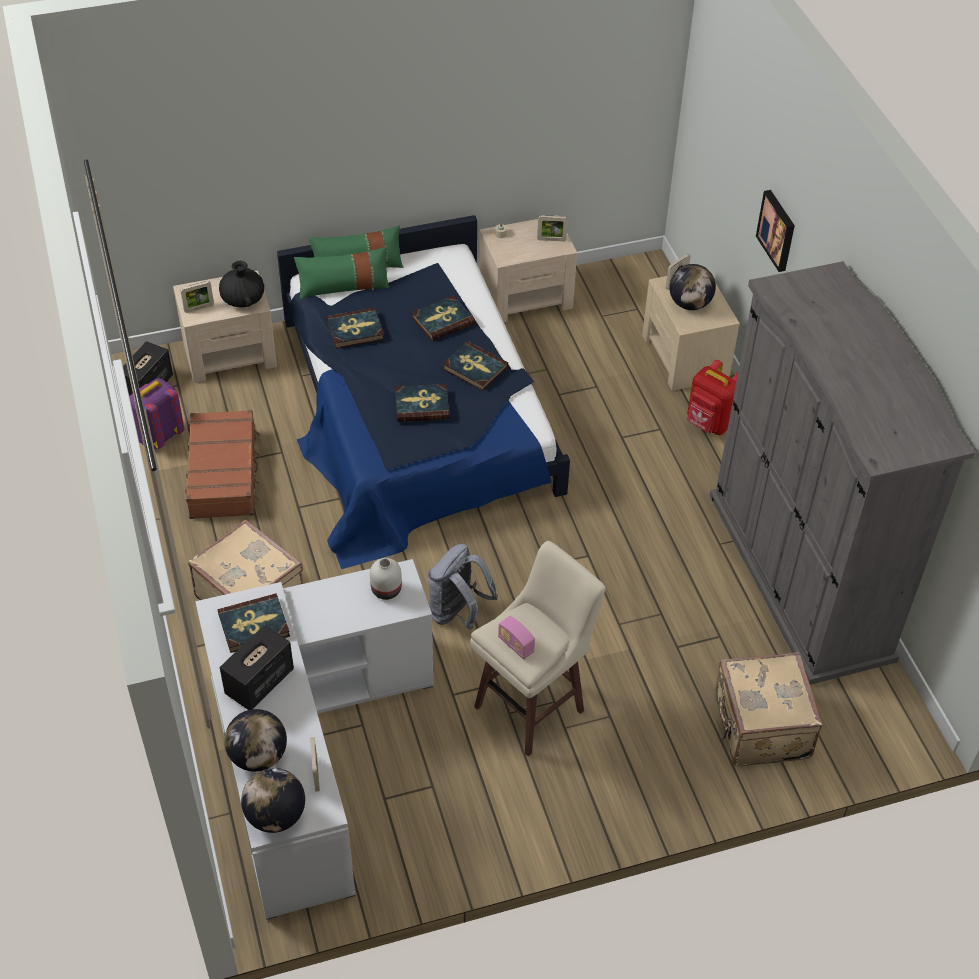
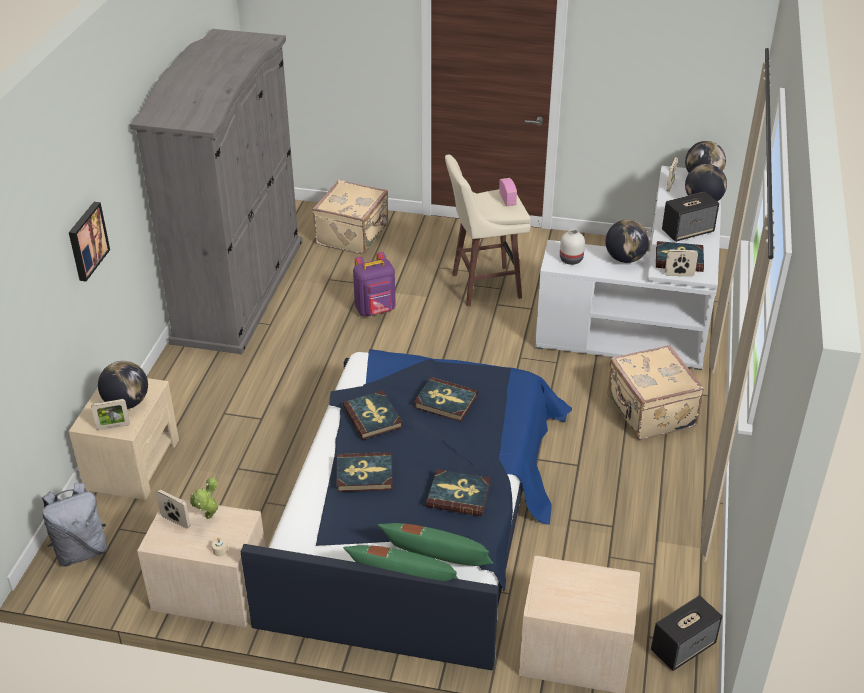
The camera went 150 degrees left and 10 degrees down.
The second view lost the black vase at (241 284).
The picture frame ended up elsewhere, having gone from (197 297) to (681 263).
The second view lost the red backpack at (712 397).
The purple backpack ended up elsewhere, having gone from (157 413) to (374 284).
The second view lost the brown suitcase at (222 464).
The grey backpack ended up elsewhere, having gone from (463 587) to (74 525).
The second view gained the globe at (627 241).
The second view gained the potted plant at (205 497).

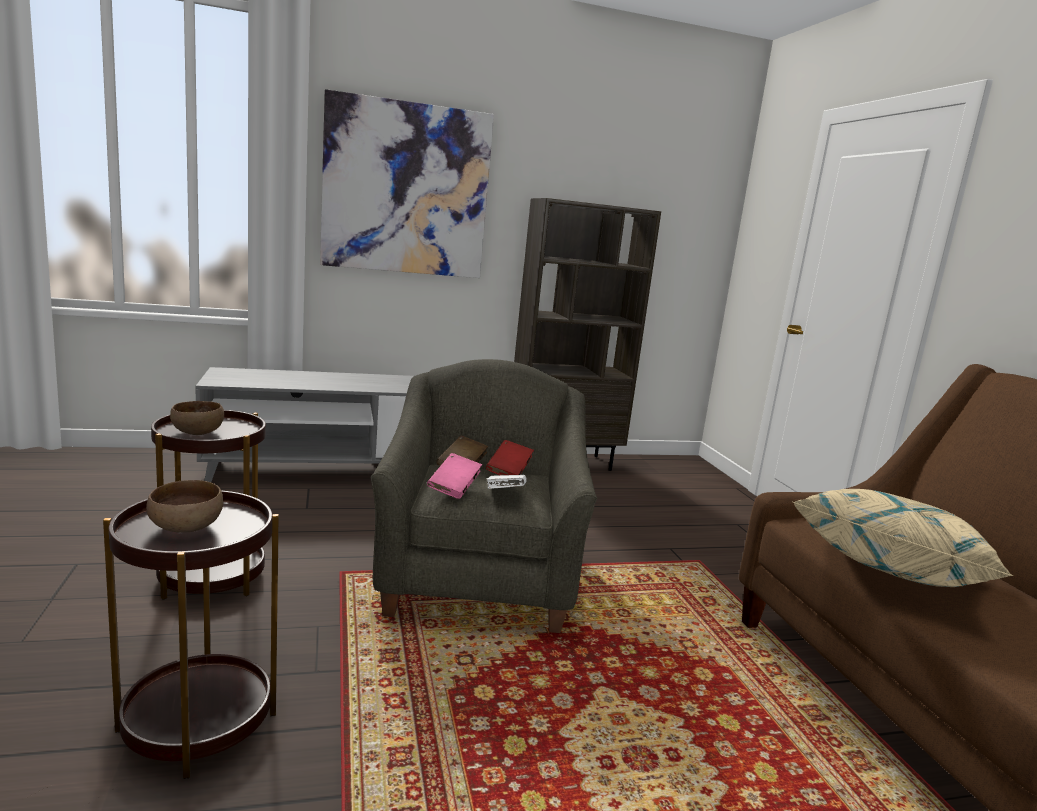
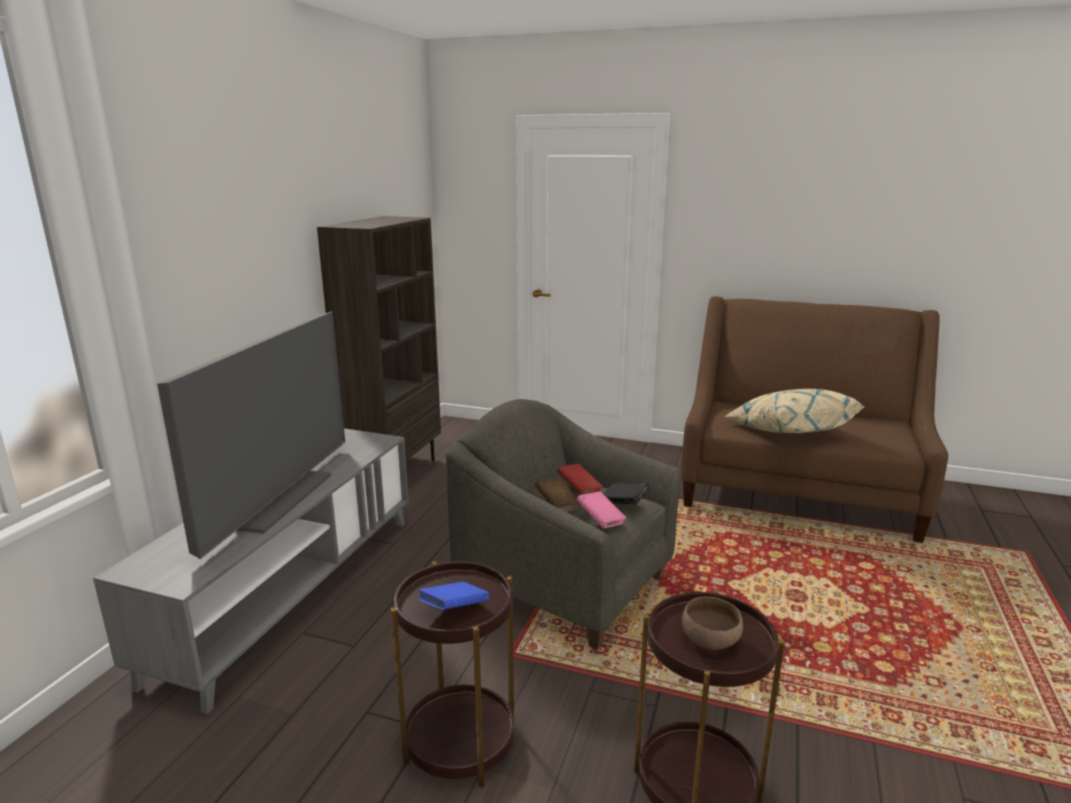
The camera went 55 degrees left and 5 degrees up.
The second view lost the picture at (407 183).
Where the brown bowl stood at (197 418), the blue book came to stand at (453 596).
What was the white book at (506 482) turned into the black book at (626 493).
The second view gained the television at (251 435).

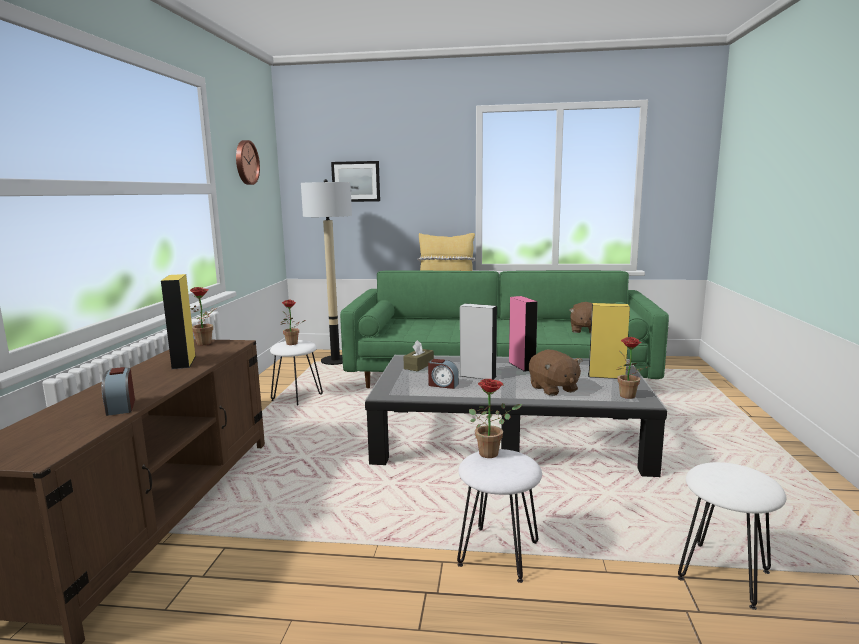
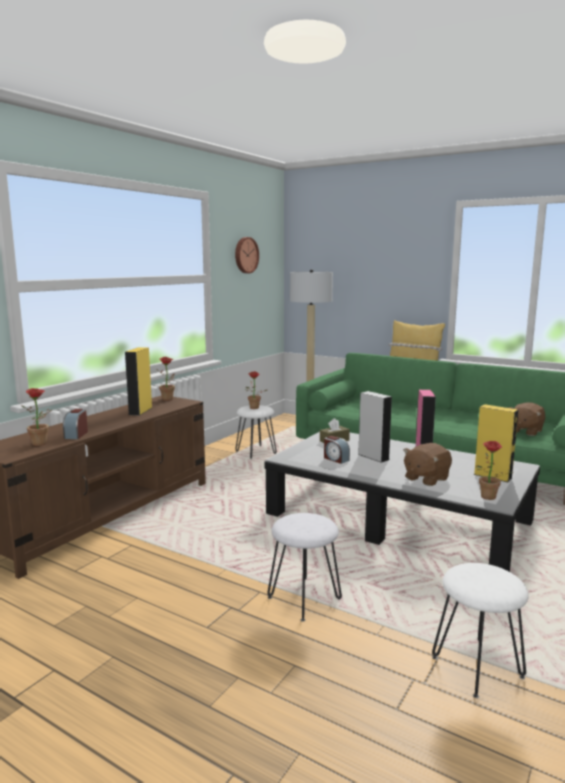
The camera went 25 degrees right and 0 degrees up.
The second view lost the picture at (355 181).
The brown plush toy at (556 372) ended up facing another way, 45 degrees clockwise from before.
The potted plant ended up elsewhere, having gone from (495 418) to (37 417).

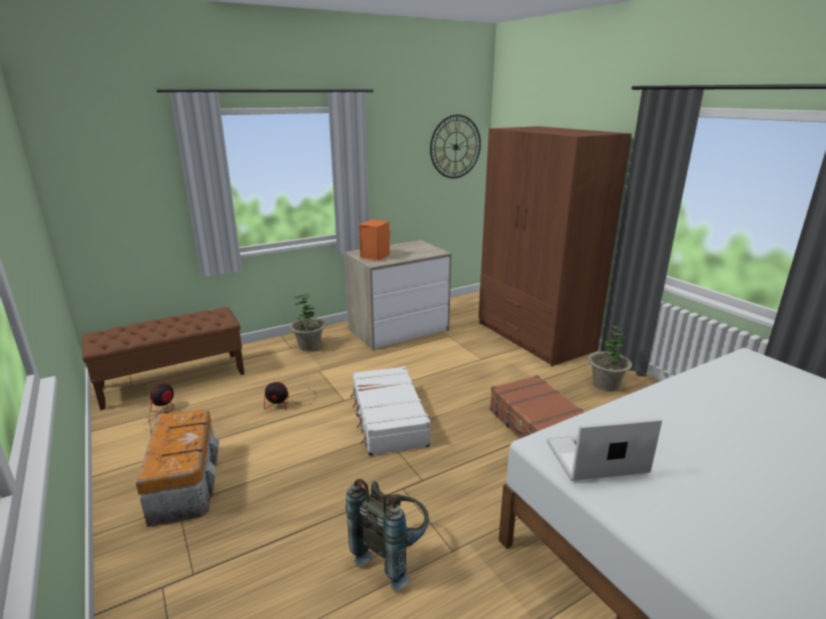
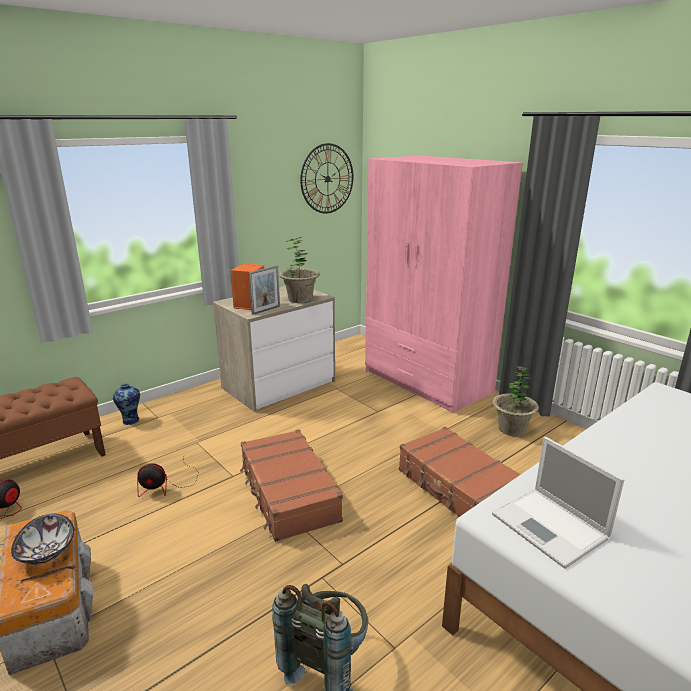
The camera went 10 degrees left and 0 degrees up.
What was the brown wardrobe at (555 246) turned into the pink wardrobe at (444 284).
The potted plant ended up elsewhere, having gone from (307 322) to (299 269).
What was the white suitcase at (390 411) turned into the brown suitcase at (291 485).
The laptop at (604 449) ended up facing another way, 105 degrees counterclockwise from before.
The second view gained the picture frame at (264 290).
The second view gained the vase at (126 404).
The second view gained the bowl at (42 539).

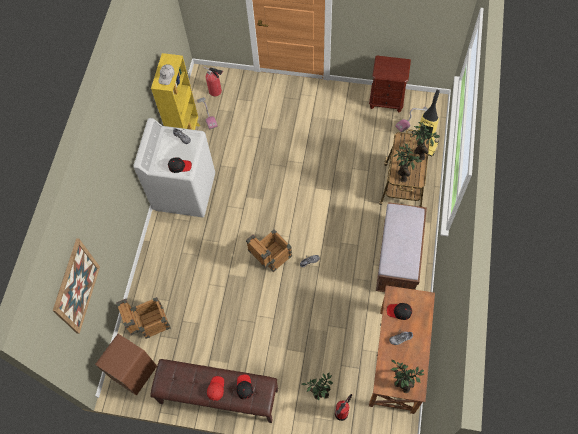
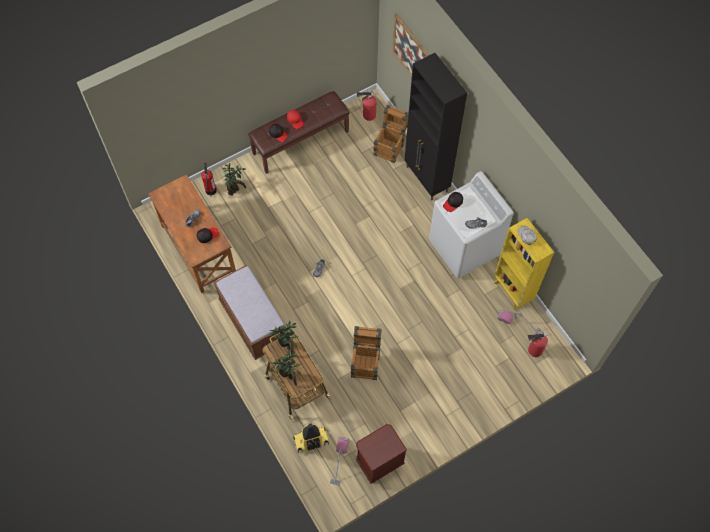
The camera went 135 degrees right and 0 degrees up.
The crate ended up elsewhere, having gone from (269 250) to (366 353).
Where the brown trash can stood at (126 364), the fire extinguisher came to stand at (367 105).
The second view lost the potted plant at (407 376).
The second view gained the black cabinet at (436 127).

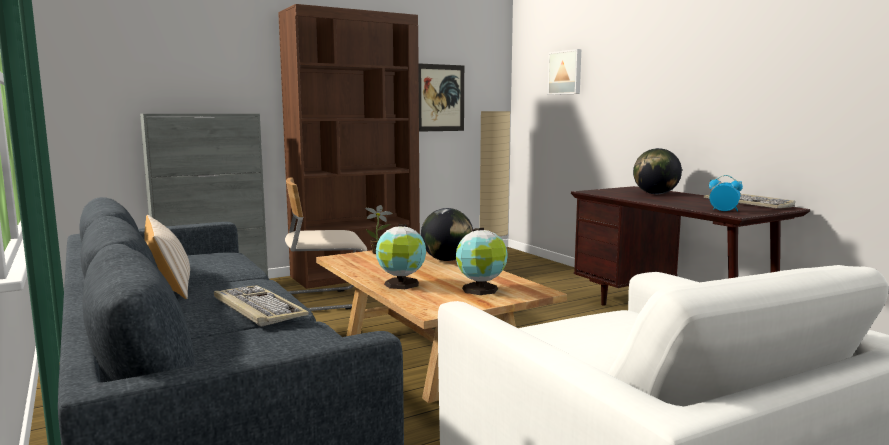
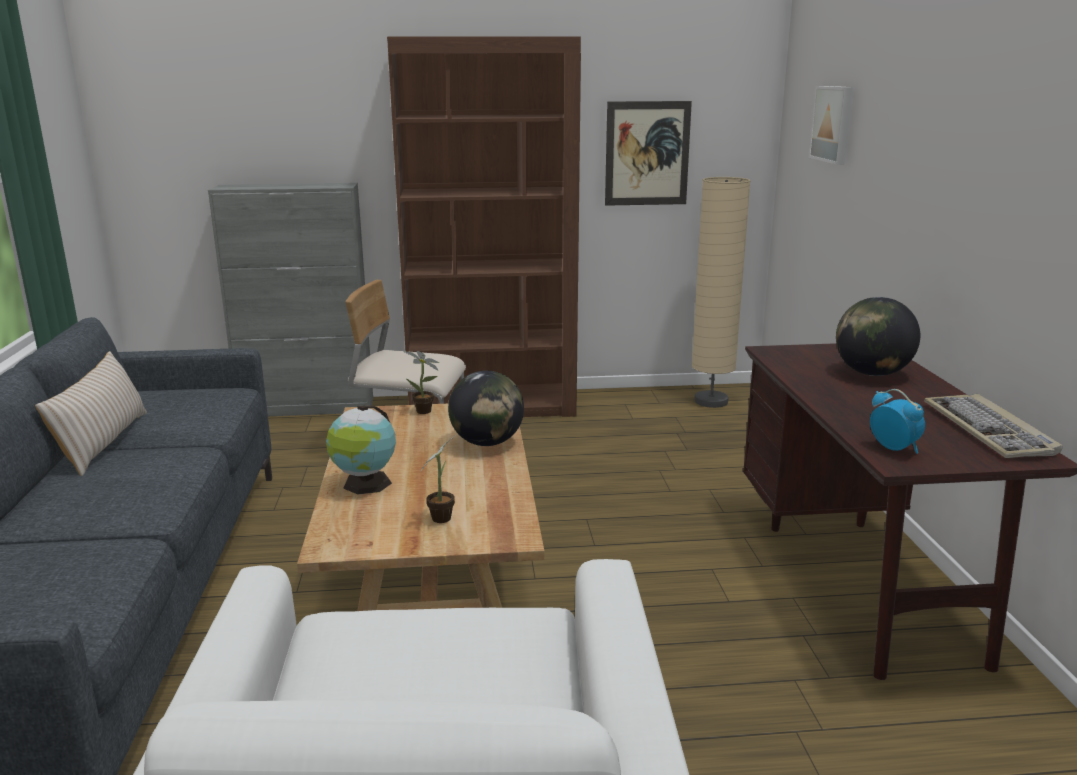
The camera went 25 degrees right and 10 degrees up.
Where the globe stood at (482 261), the potted plant came to stand at (438 479).
The second view lost the keyboard at (261 306).

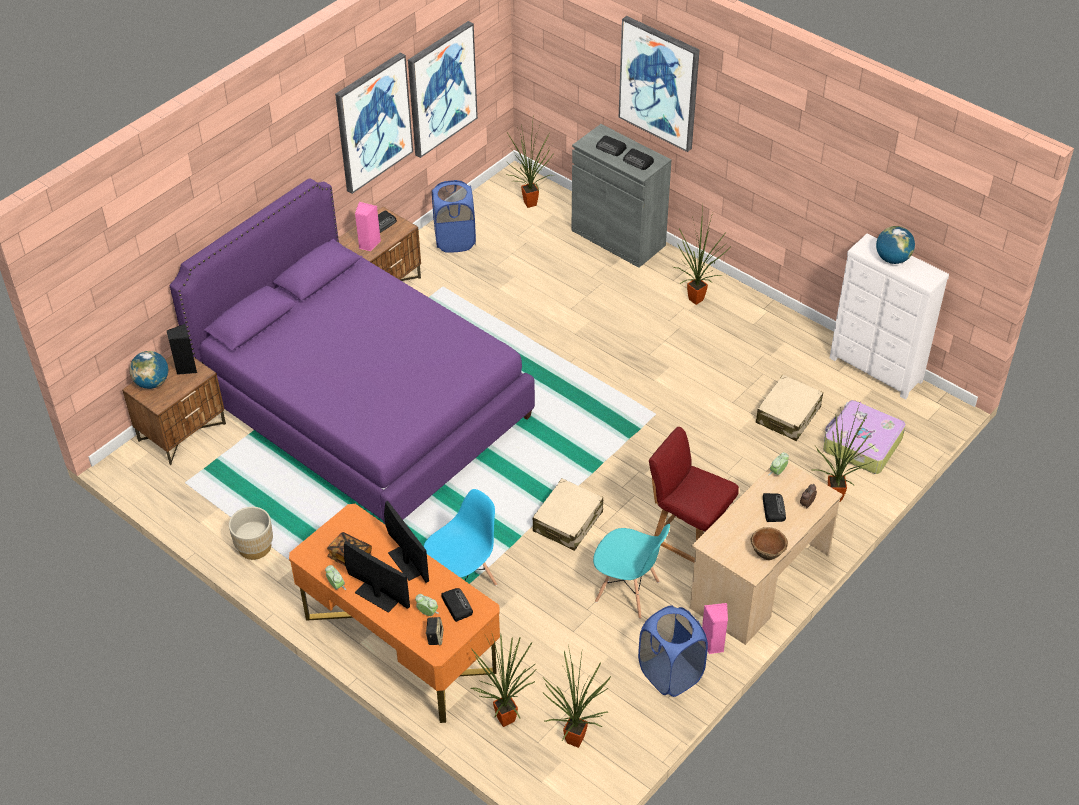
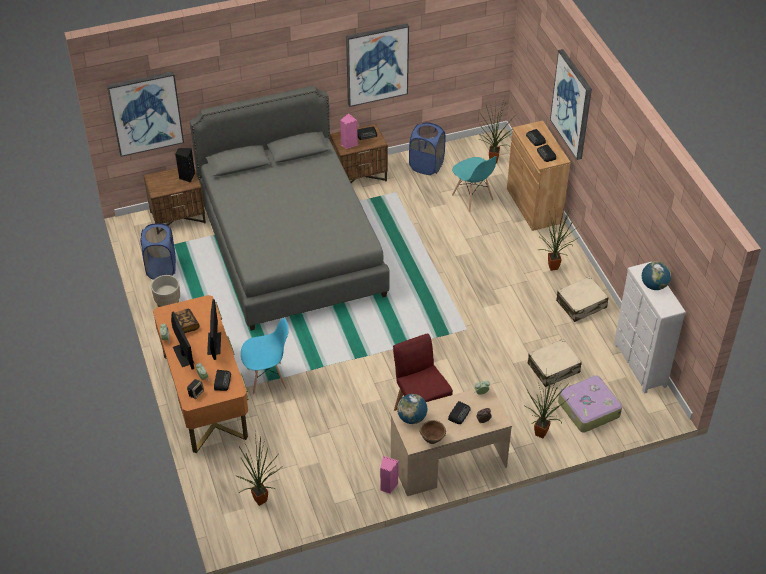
The camera went 30 degrees right and 0 degrees up.
The picture ended up elsewhere, having gone from (443 89) to (145 114).
What was the grey cabinet at (621 196) turned into the brown cabinet at (538 176).
What was the purple bed at (352 350) turned into the grey bed at (290 208).
The globe ended up elsewhere, having gone from (148 370) to (412 409).
The beige suitcase ended up elsewhere, having gone from (568 514) to (582 299).
The turquoise chair ended up elsewhere, having gone from (631 571) to (474 184).
The blue laundry basket ended up elsewhere, having gone from (673 651) to (158 251).
The second view lost the potted plant at (503 679).

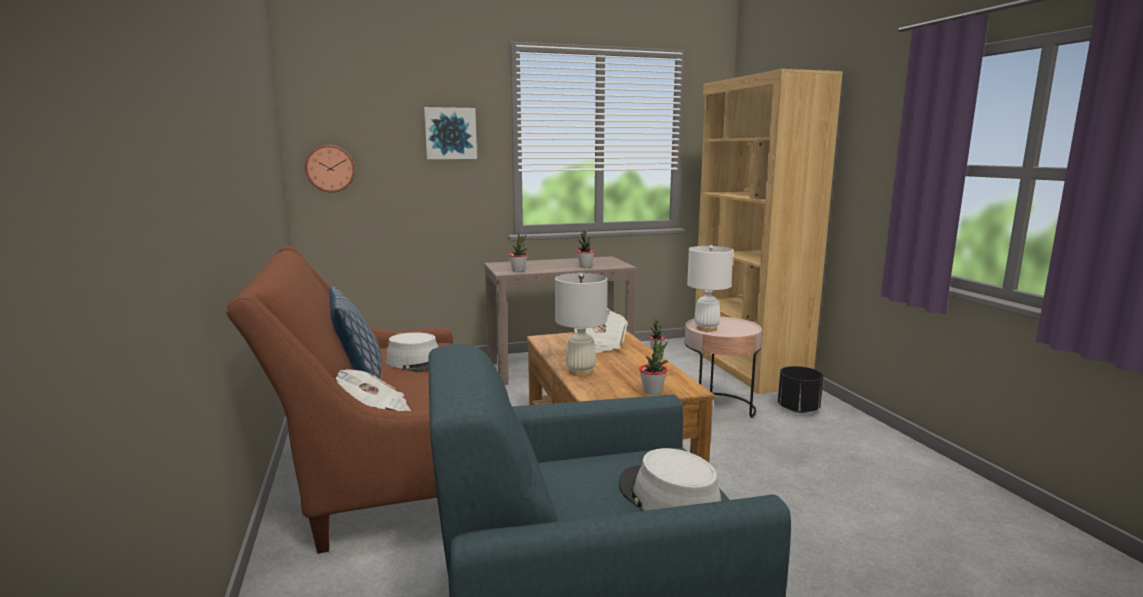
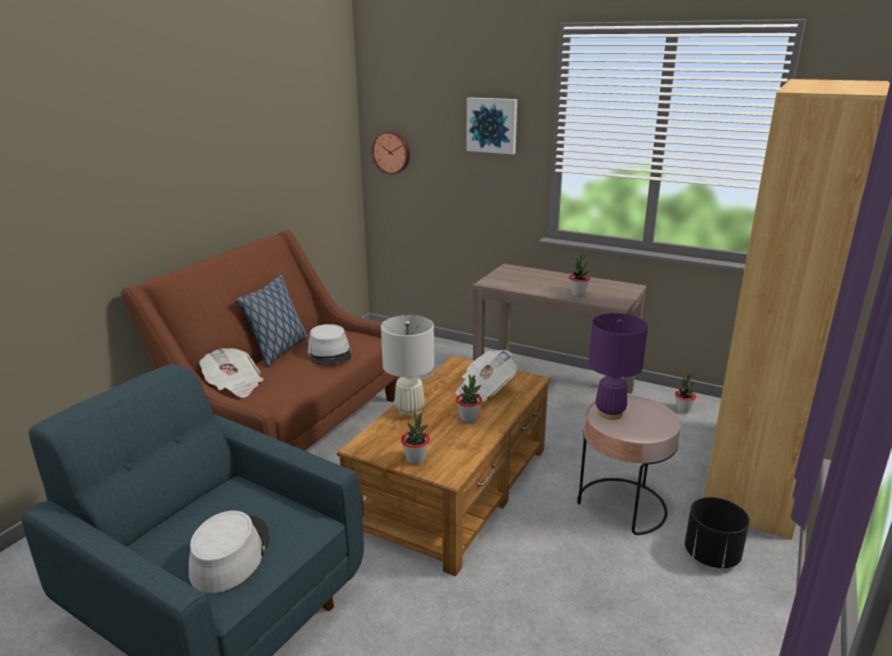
The camera went 45 degrees right and 10 degrees up.
The potted plant ended up elsewhere, having gone from (518 253) to (469 399).
What was the white table lamp at (710 288) turned into the purple table lamp at (618 366).

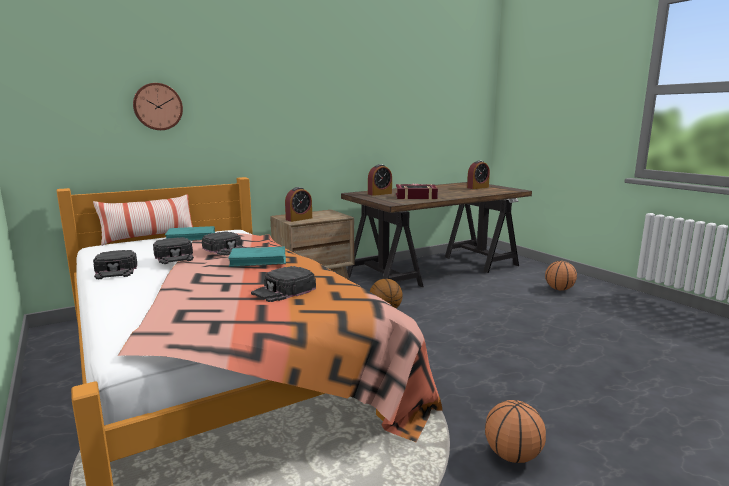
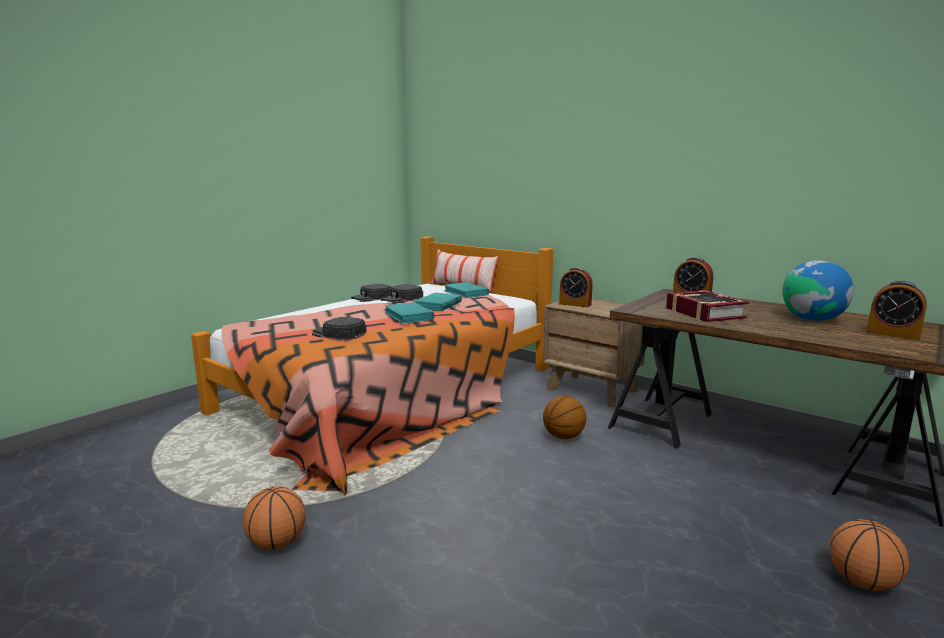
The camera went 70 degrees right and 0 degrees up.
The second view lost the wall clock at (158 106).
Where the black cap stood at (224 243), the turquoise book came to stand at (438 302).
The second view gained the globe at (818 291).

